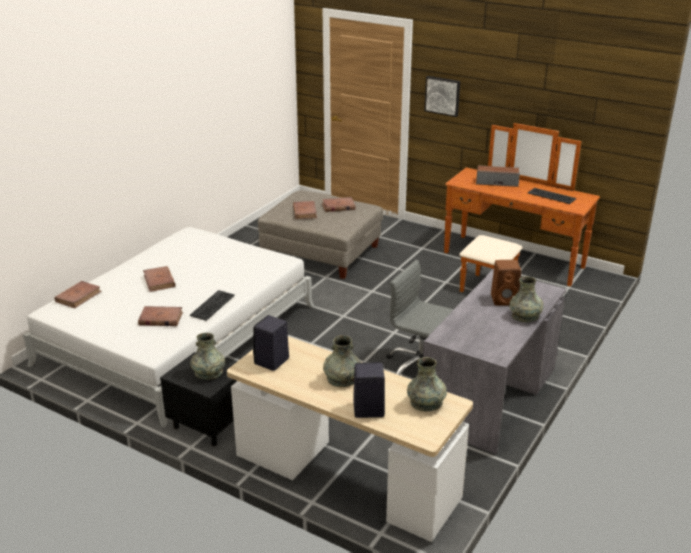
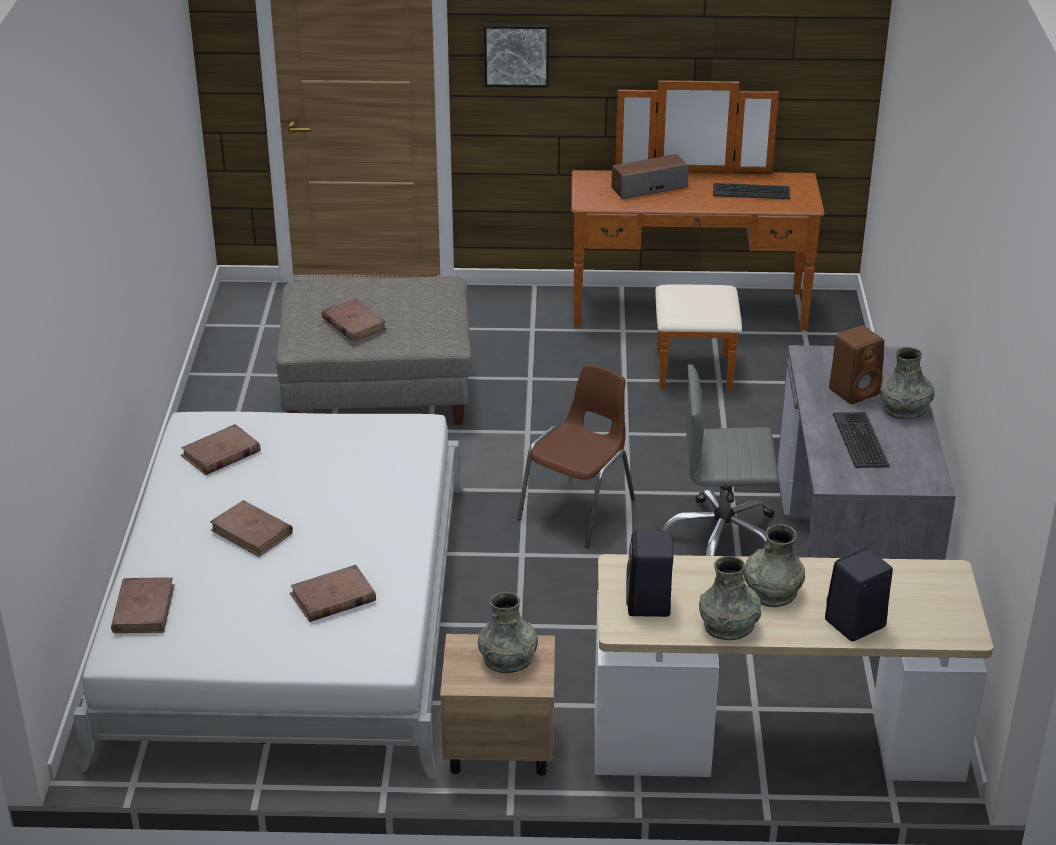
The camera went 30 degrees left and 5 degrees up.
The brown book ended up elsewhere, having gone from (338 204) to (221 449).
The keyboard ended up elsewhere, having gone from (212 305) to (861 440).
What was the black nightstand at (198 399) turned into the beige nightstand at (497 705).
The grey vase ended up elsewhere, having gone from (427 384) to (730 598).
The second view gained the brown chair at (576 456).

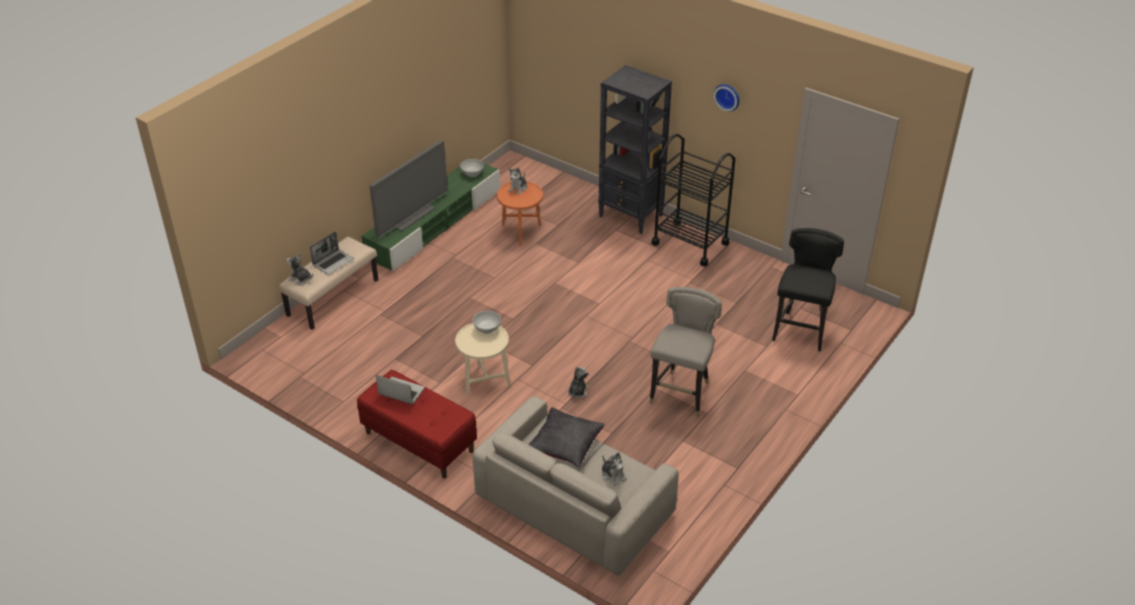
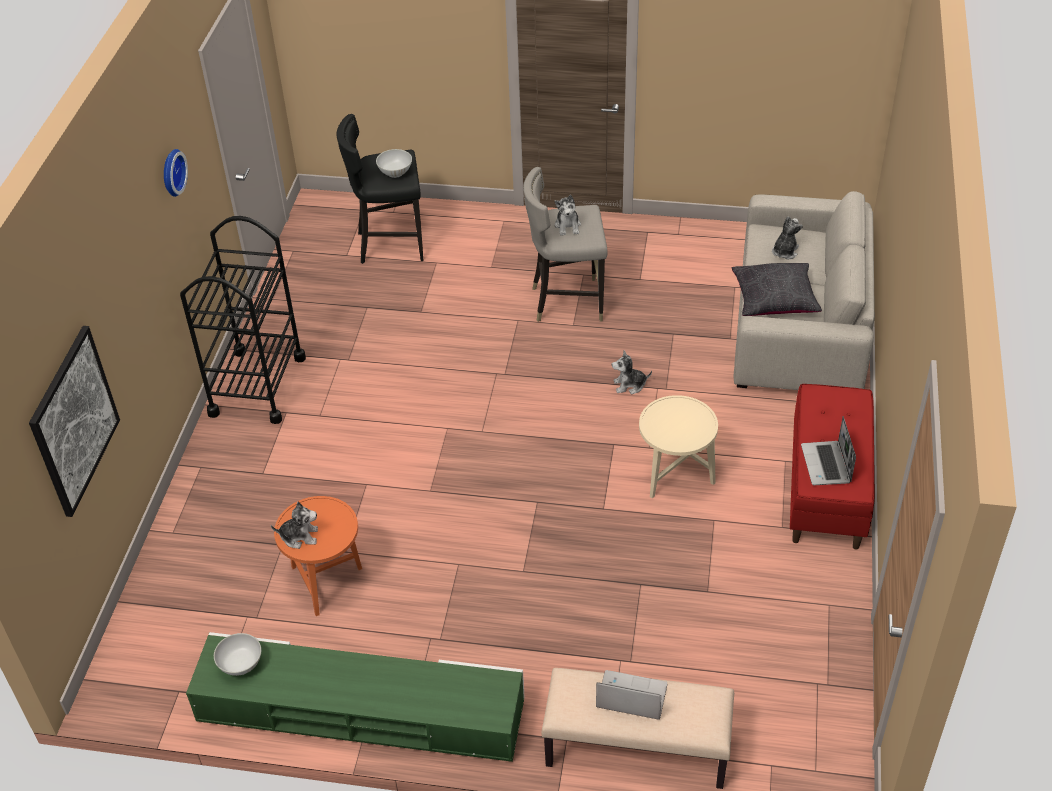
The camera went 115 degrees left and 5 degrees up.
The second view lost the black bookcase at (635 149).
The second view lost the television at (408 189).
The plush toy ended up elsewhere, having gone from (299 269) to (568 215).
The white bowl ended up elsewhere, having gone from (487 322) to (394 163).
The second view gained the picture at (74 421).

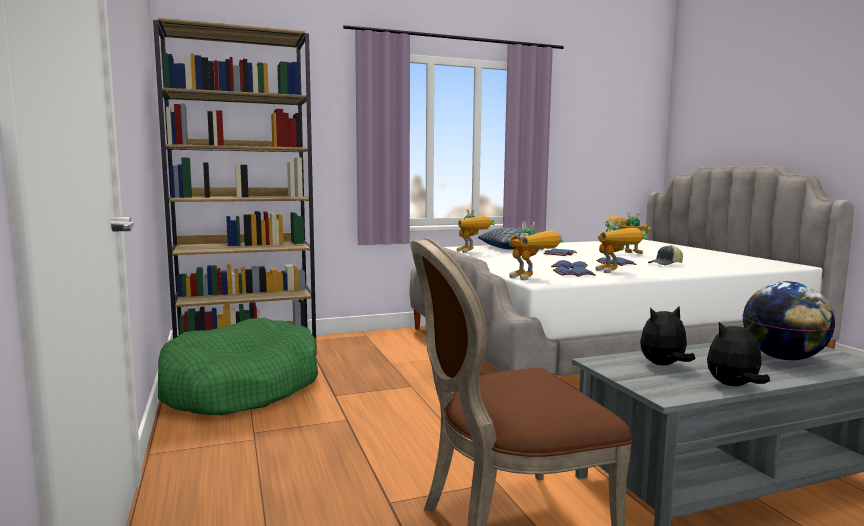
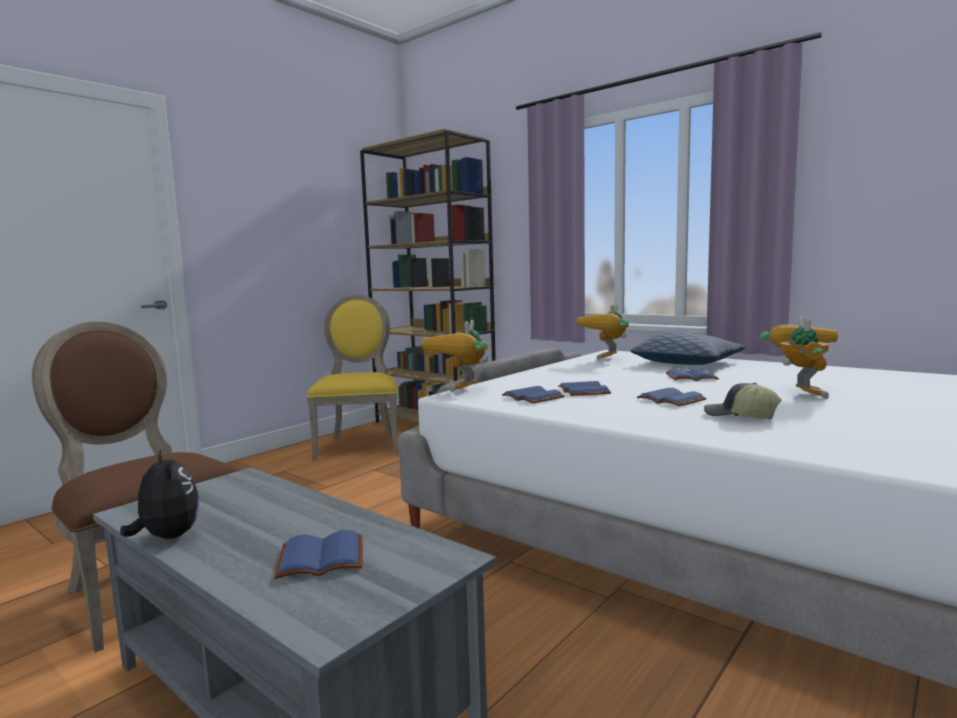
The camera went 60 degrees right and 0 degrees up.
The second view lost the toy robot at (621 246).
Where the globe stood at (788 320), the blue book came to stand at (318 554).
The second view lost the plush toy at (667 335).
Where the green dog bed stood at (238 366), the yellow chair came to stand at (352 377).

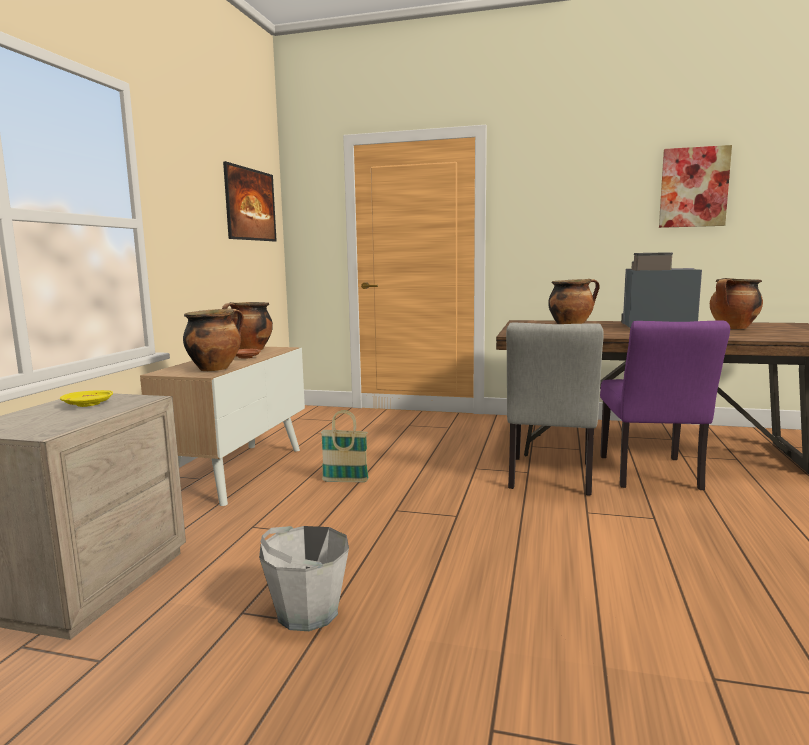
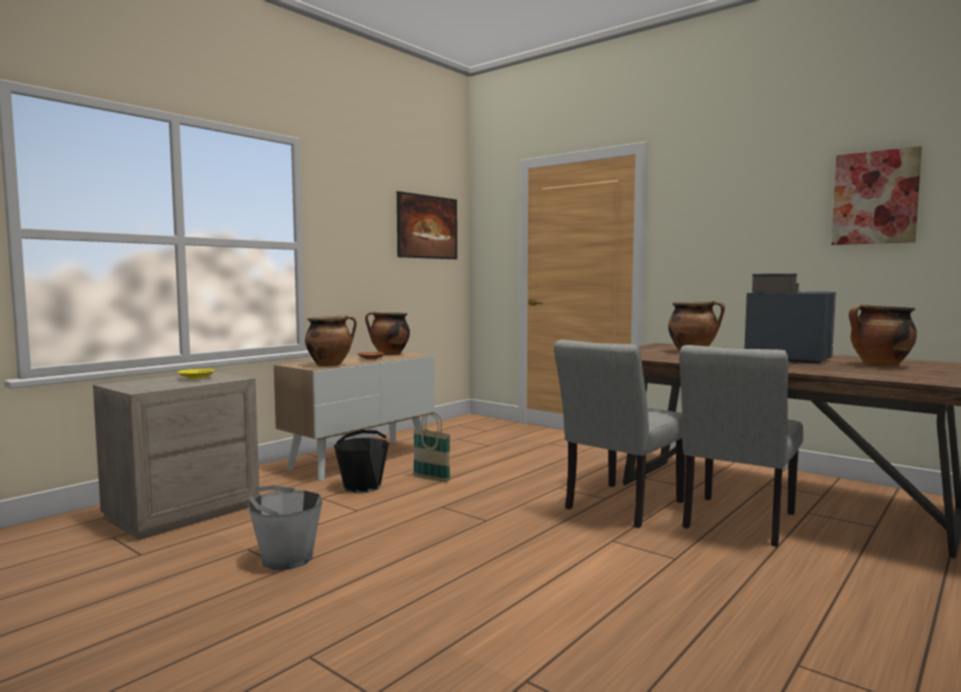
The camera went 25 degrees right and 5 degrees down.
What was the purple chair at (665 405) turned into the grey chair at (741 445).
The second view gained the black bucket at (361 461).

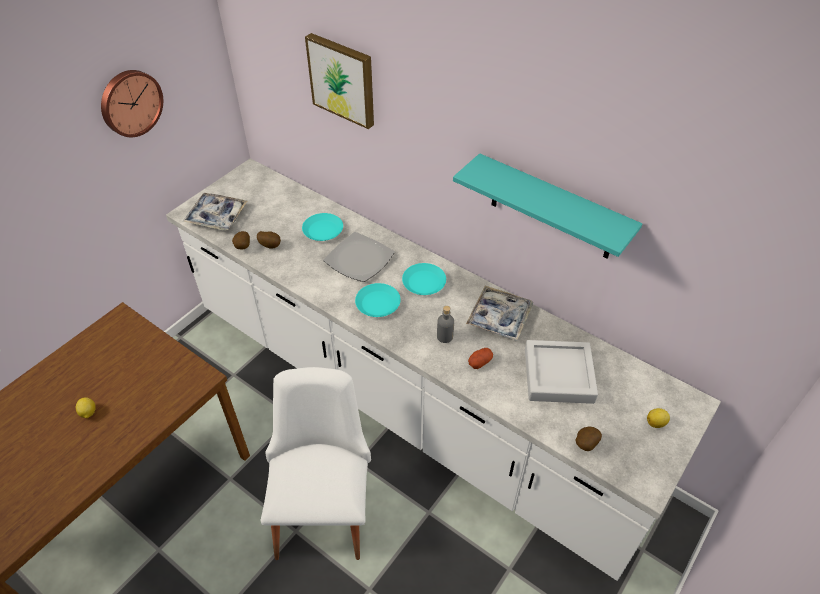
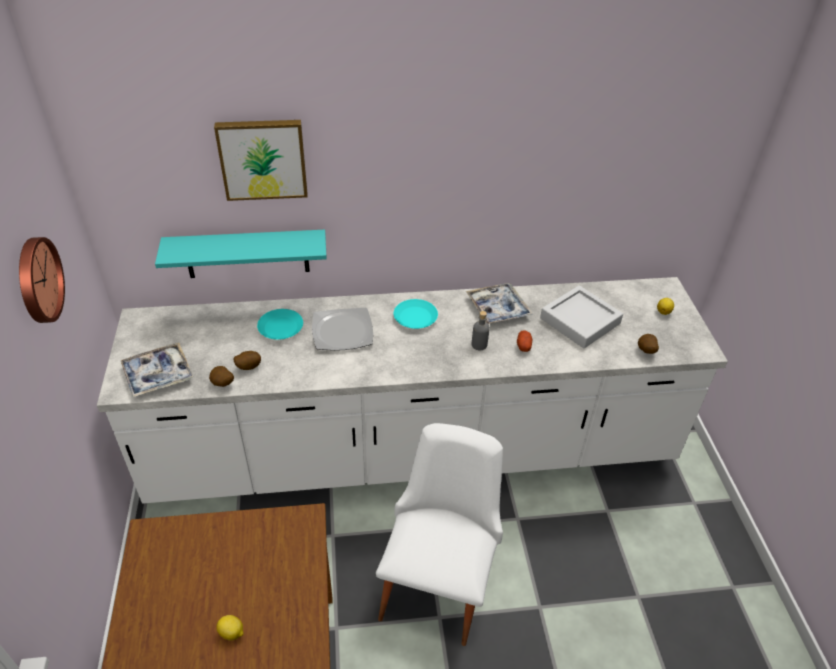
The camera went 45 degrees left and 5 degrees down.
The turquoise shelf ended up elsewhere, having gone from (547 206) to (241 254).
The second view lost the turquoise plate at (378 300).
The white chair at (315 463) ended up facing another way, 60 degrees clockwise from before.

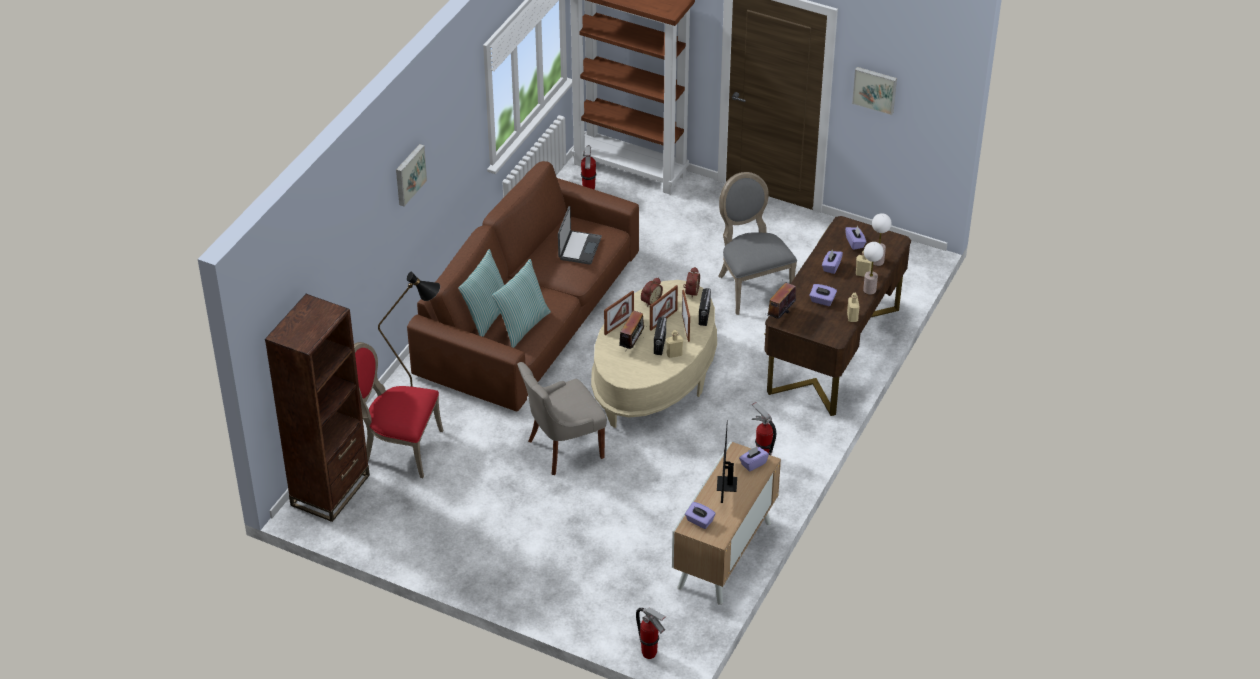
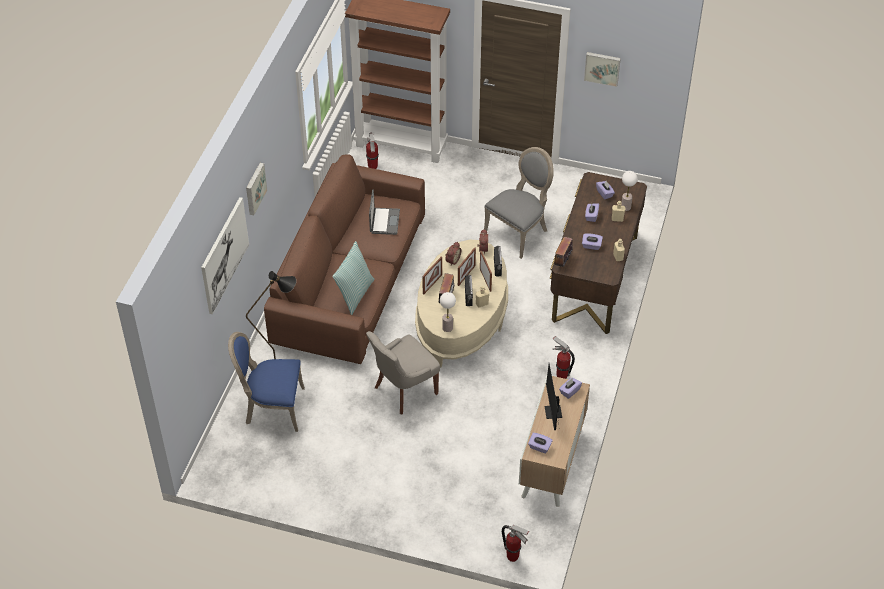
The camera went 10 degrees left and 5 degrees up.
The grey chair at (757 243) ended up facing another way, 75 degrees clockwise from before.
The table lamp ended up elsewhere, having gone from (873 268) to (448 312).
The second view lost the pillow at (481 293).
The second view lost the brown bookcase at (317 408).
What was the red chair at (398 410) turned into the blue chair at (266 382).
The second view gained the picture at (225 255).

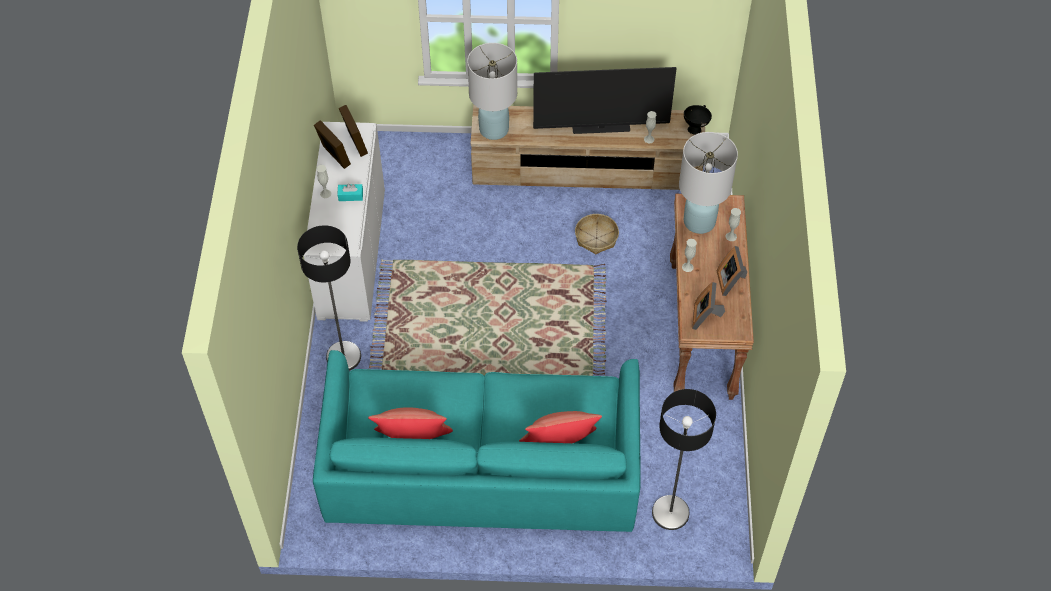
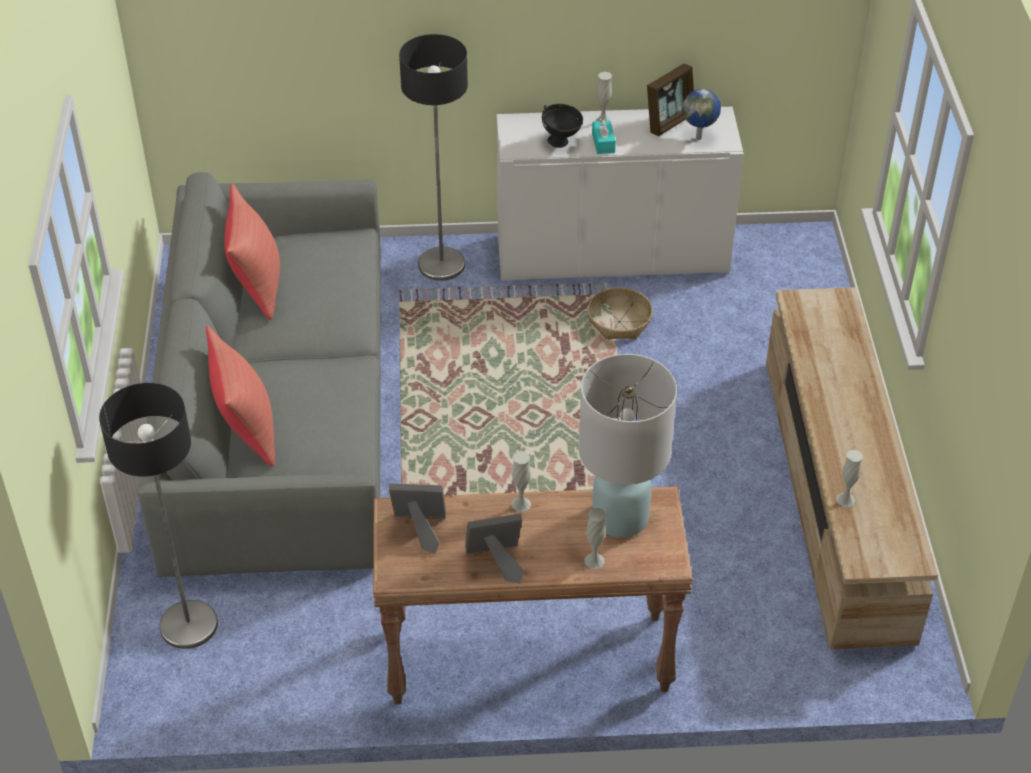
The camera went 85 degrees right and 10 degrees down.
The second view lost the white table lamp at (492 91).
The second view lost the television at (605 100).
Where the picture frame stood at (353 131), the globe came to stand at (701 114).
The black bowl ended up elsewhere, having gone from (698 120) to (562 126).
The basket ended up elsewhere, having gone from (597 234) to (620 313).
What was the turquoise sofa at (477 441) turned into the grey sofa at (259 374).

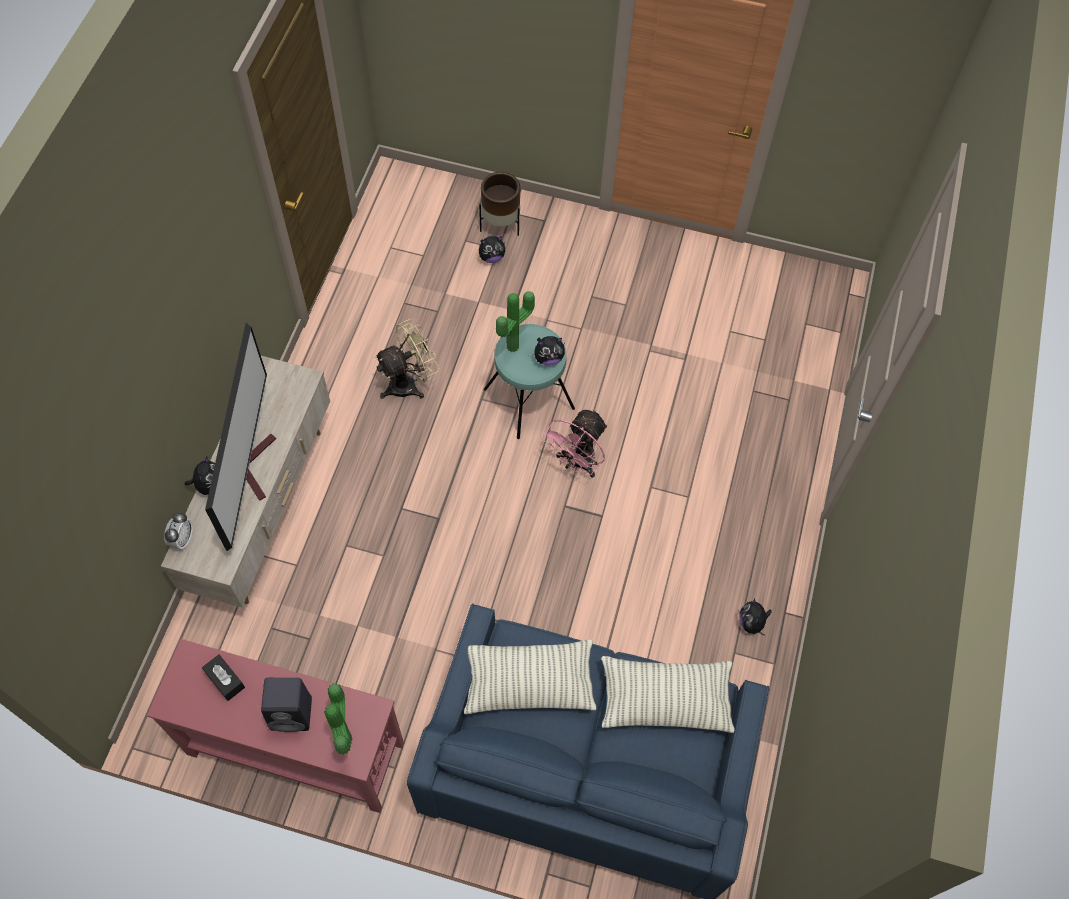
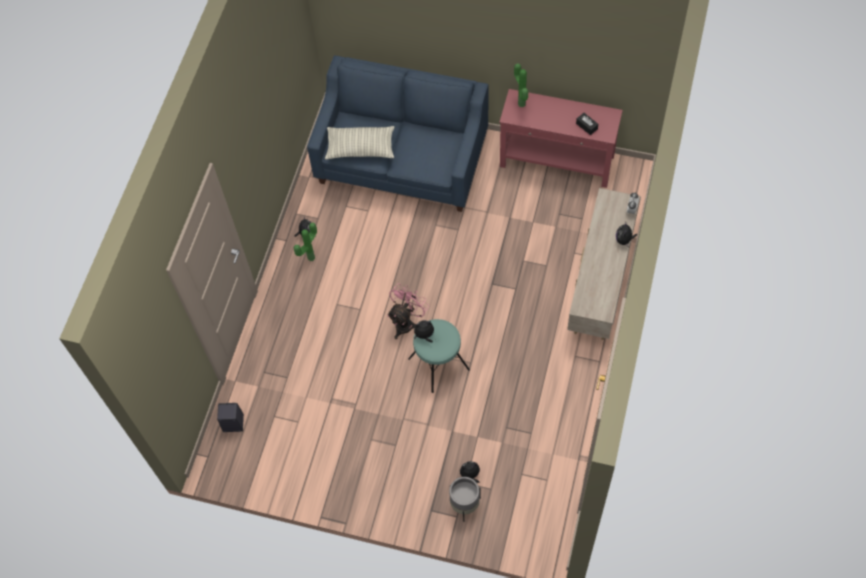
The camera went 175 degrees left and 0 degrees up.
What was the brown planter at (499 204) turned into the grey planter at (465 499).
The potted plant ended up elsewhere, having gone from (515 321) to (305 241).
The second view lost the beige fan at (407 359).
The second view lost the television at (240 437).
The second view lost the pillow at (530 677).
The black speaker ended up elsewhere, having gone from (286 705) to (230 417).

